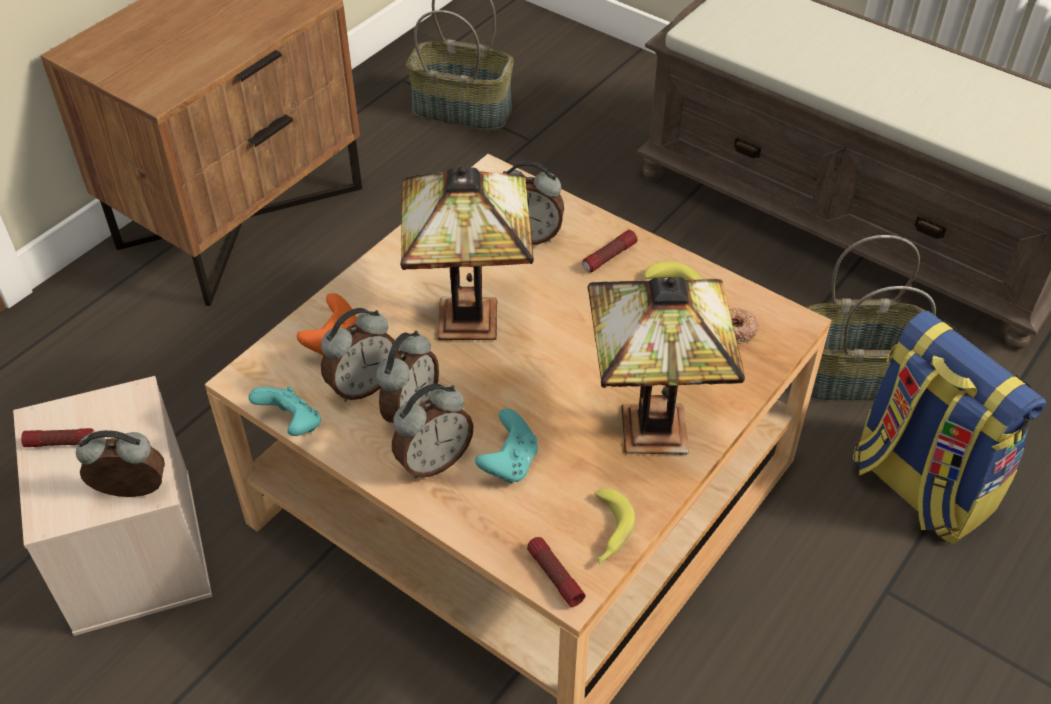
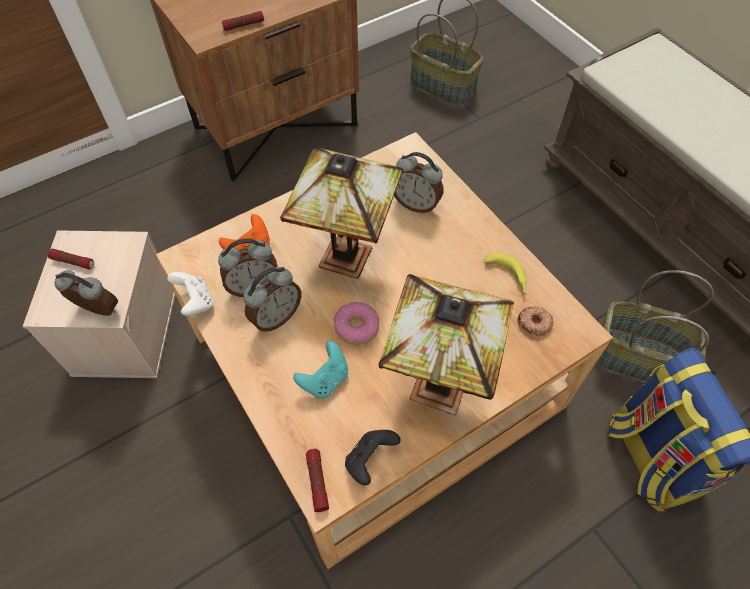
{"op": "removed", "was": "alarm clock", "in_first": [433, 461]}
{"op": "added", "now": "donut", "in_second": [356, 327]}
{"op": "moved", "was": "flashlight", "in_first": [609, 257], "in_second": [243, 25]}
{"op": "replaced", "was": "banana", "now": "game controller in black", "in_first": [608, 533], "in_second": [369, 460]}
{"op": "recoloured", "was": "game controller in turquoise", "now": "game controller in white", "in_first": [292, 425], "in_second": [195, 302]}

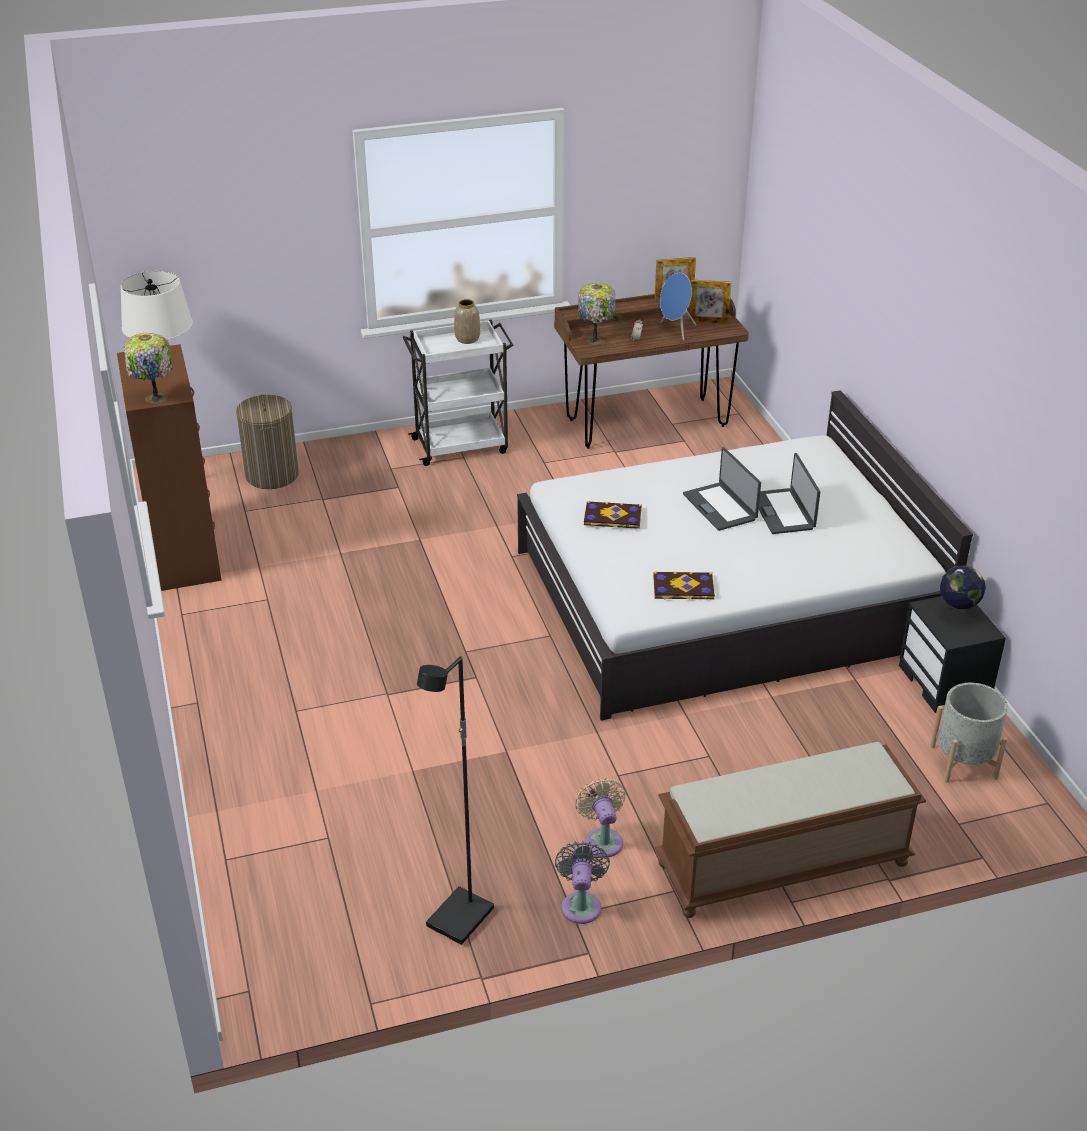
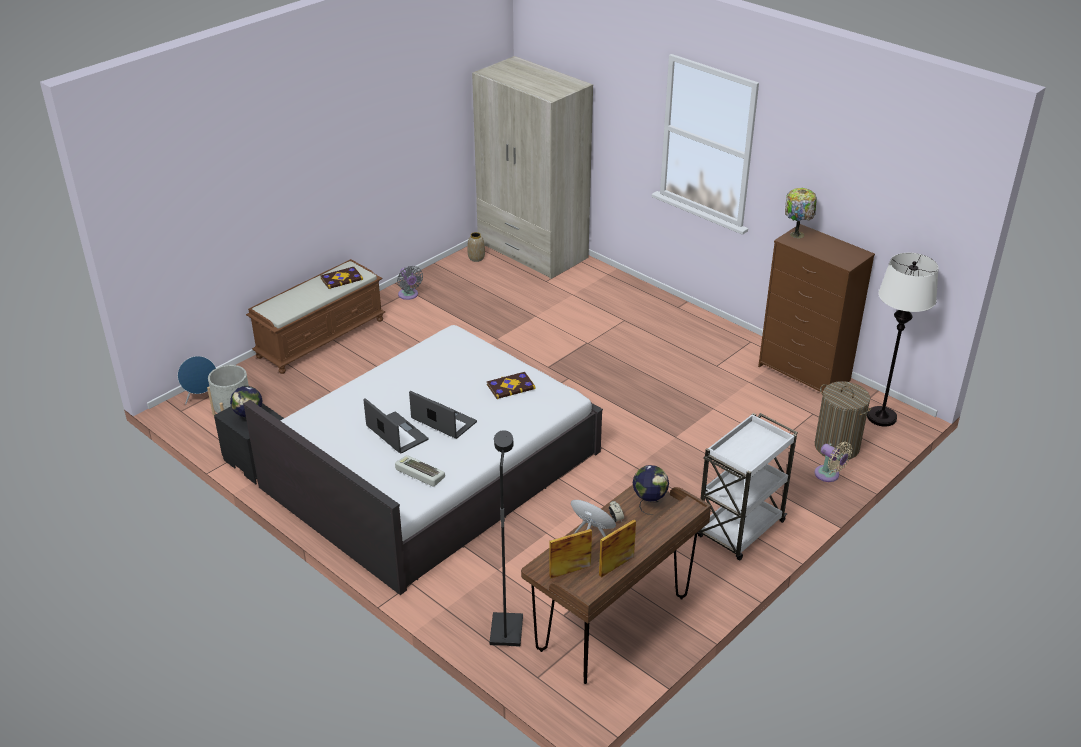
{"op": "added", "now": "speaker in blue", "in_second": [202, 398]}
{"op": "added", "now": "keyboard", "in_second": [419, 474]}
{"op": "added", "now": "wardrobe in beige", "in_second": [532, 251]}
{"op": "moved", "was": "floor lamp in black", "in_first": [461, 919], "in_second": [505, 630]}
{"op": "moved", "was": "vase", "in_first": [467, 339], "in_second": [476, 258]}
{"op": "moved", "was": "fan in beige", "in_first": [602, 840], "in_second": [829, 475]}
{"op": "moved", "was": "book", "in_first": [683, 588], "in_second": [341, 278]}
{"op": "replaced", "was": "table lamp", "now": "globe", "in_first": [596, 340], "in_second": [649, 504]}

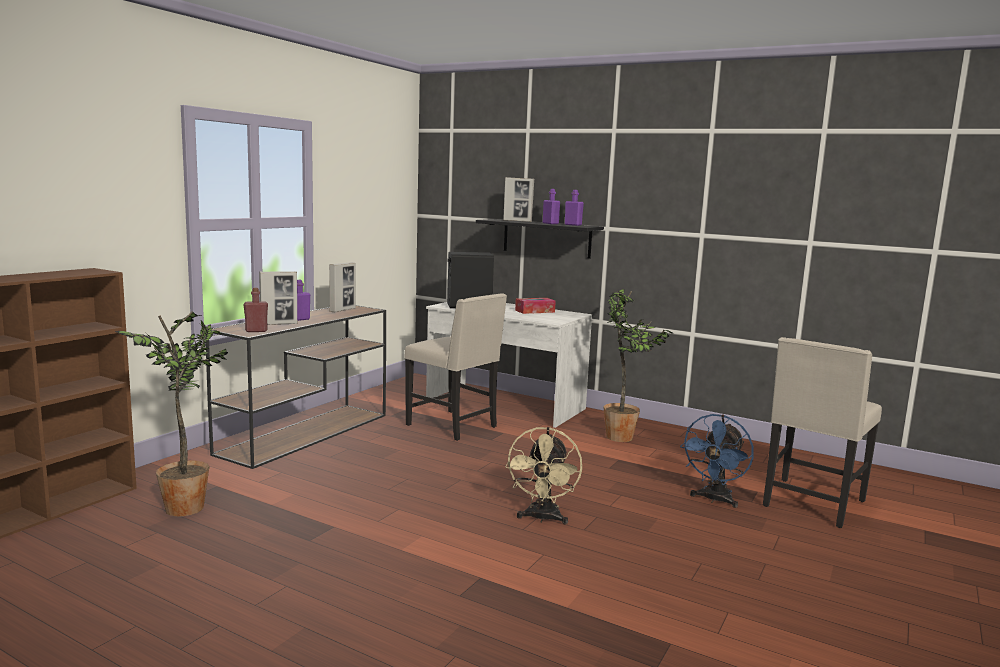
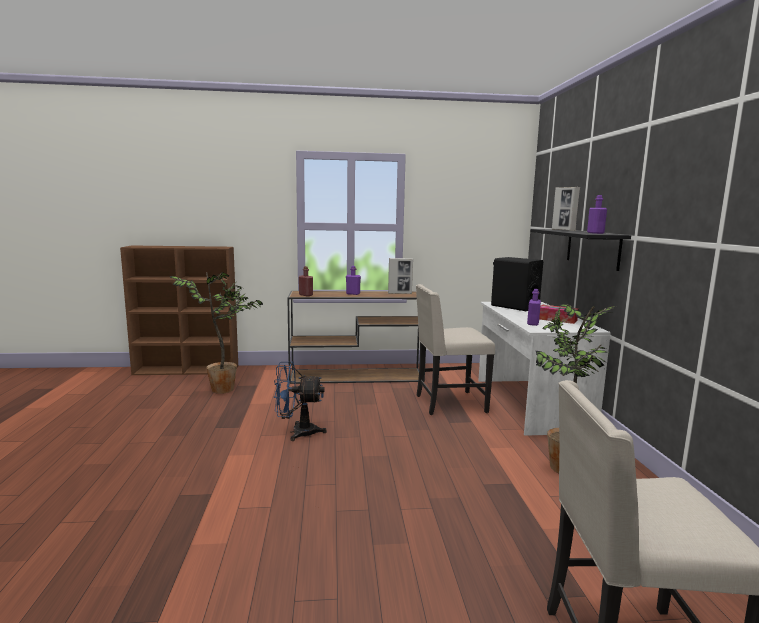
{"op": "removed", "was": "picture frame", "in_first": [279, 324]}
{"op": "removed", "was": "fan in beige", "in_first": [542, 518]}
{"op": "moved", "was": "bottle in purple", "in_first": [550, 223], "in_second": [533, 323]}
{"op": "moved", "was": "fan in blue", "in_first": [714, 500], "in_second": [297, 432]}
{"op": "turned", "was": "chair in beige", "in_first": [454, 426], "in_second": [449, 403], "clockwise": 75}

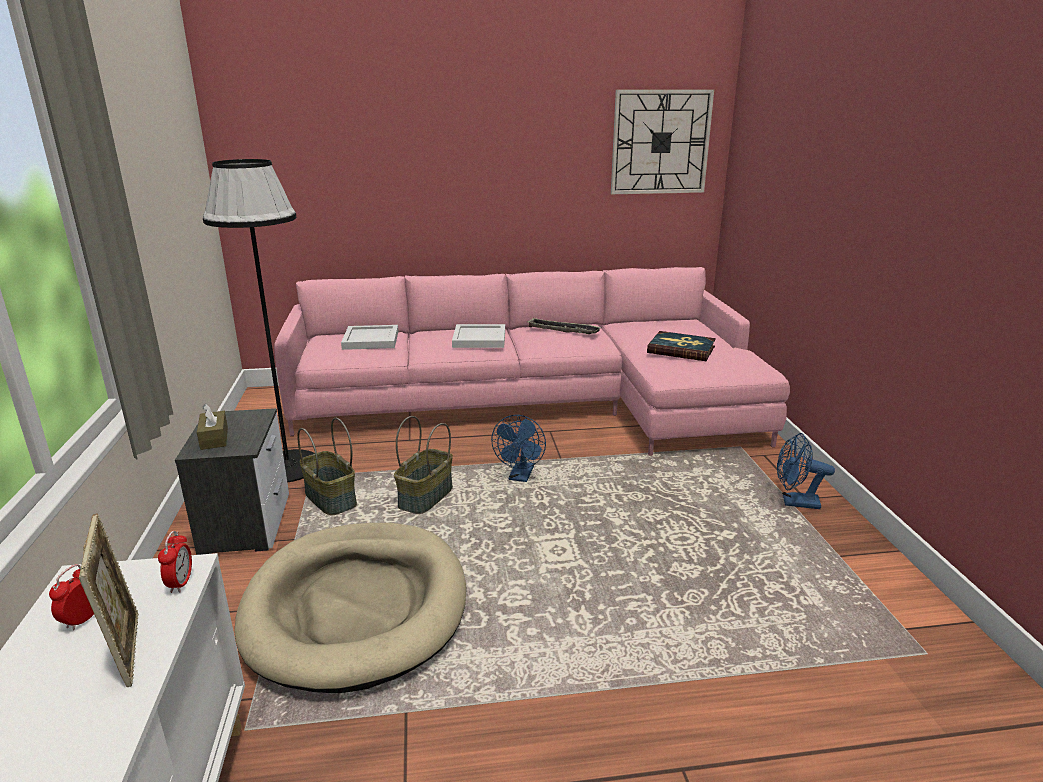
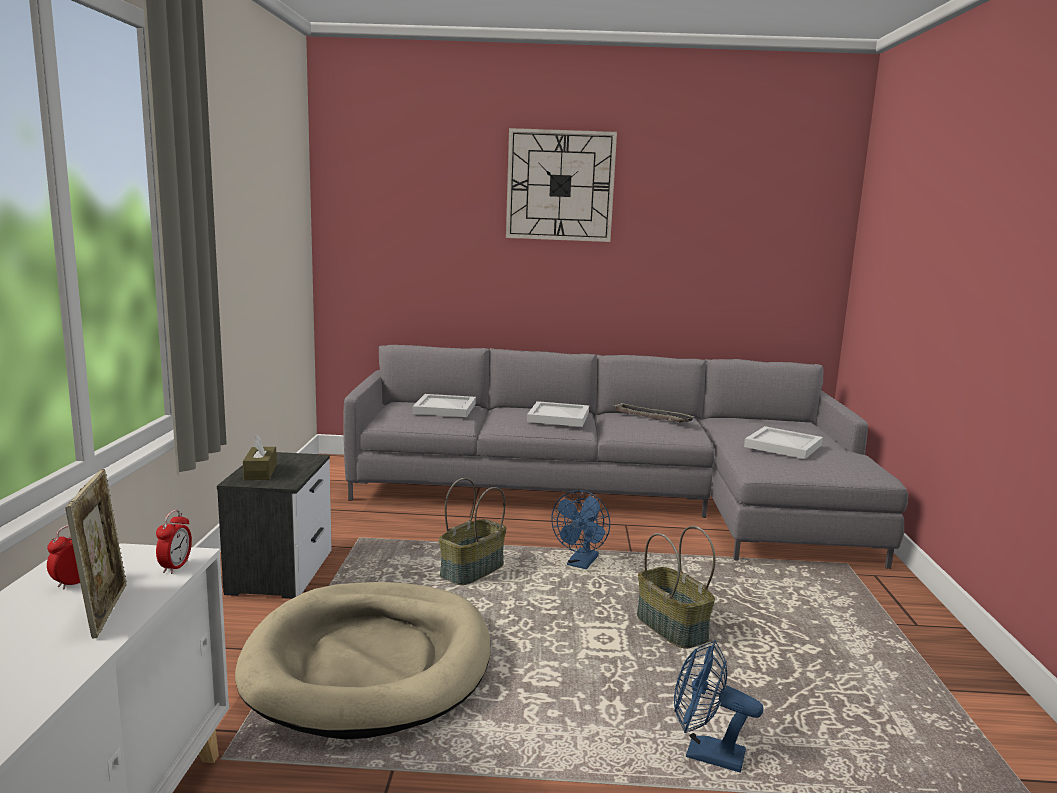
{"op": "removed", "was": "floor lamp in black", "in_first": [288, 466]}
{"op": "moved", "was": "basket", "in_first": [329, 499], "in_second": [670, 628]}
{"op": "moved", "was": "wall clock", "in_first": [660, 142], "in_second": [560, 185]}
{"op": "moved", "was": "fan in blue", "in_first": [794, 502], "in_second": [705, 754]}
{"op": "replaced", "was": "book", "now": "tray in white", "in_first": [681, 349], "in_second": [782, 445]}
{"op": "recoloured", "was": "sofa in pink", "now": "sofa in grey", "in_first": [541, 404], "in_second": [622, 499]}

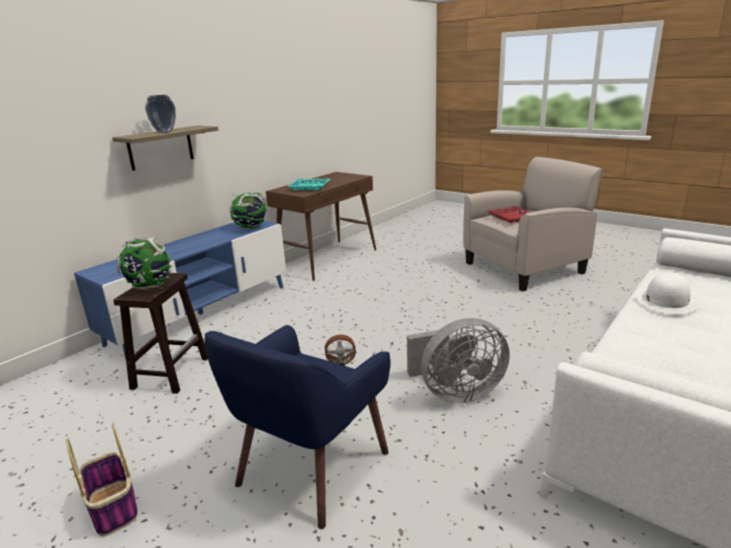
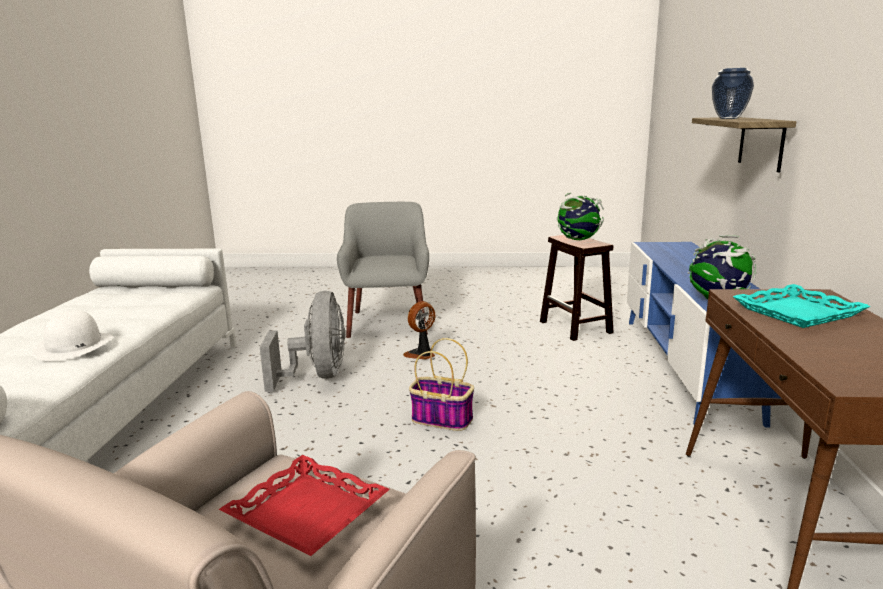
{"op": "moved", "was": "basket", "in_first": [114, 508], "in_second": [440, 419]}
{"op": "recoloured", "was": "armchair in blue", "now": "armchair in grey", "in_first": [311, 468], "in_second": [388, 322]}
{"op": "turned", "was": "fan in grey", "in_first": [456, 393], "in_second": [317, 376], "clockwise": 135}

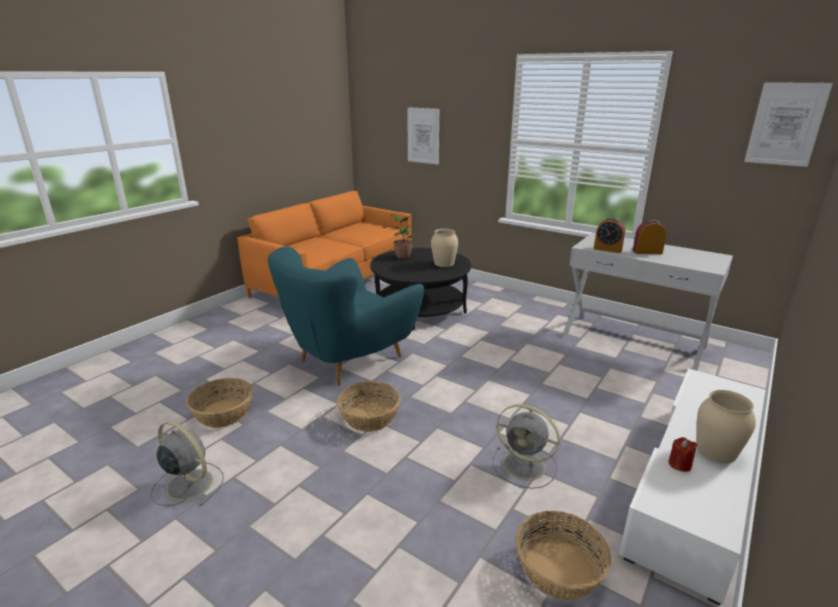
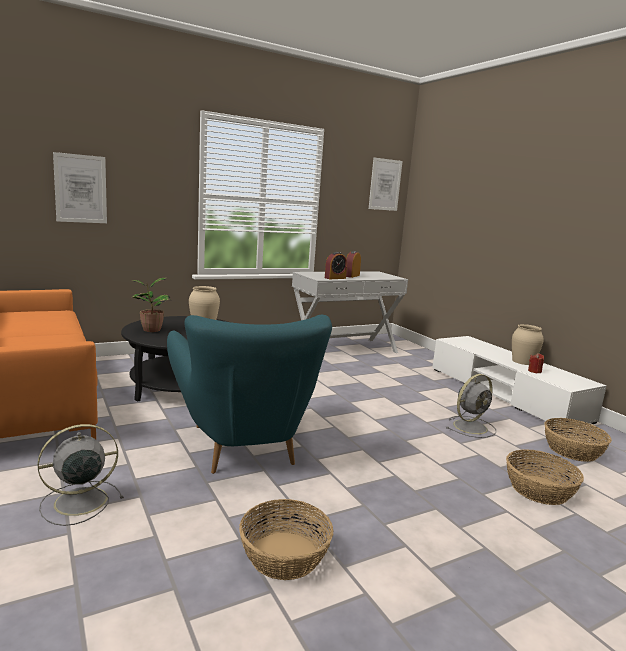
{"op": "moved", "was": "fan in grey", "in_first": [188, 484], "in_second": [78, 502]}
{"op": "moved", "was": "basket", "in_first": [370, 417], "in_second": [539, 489]}

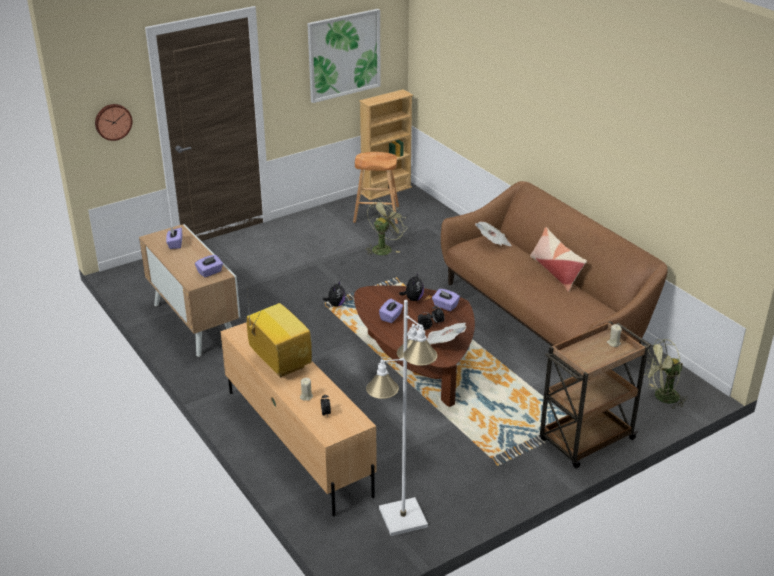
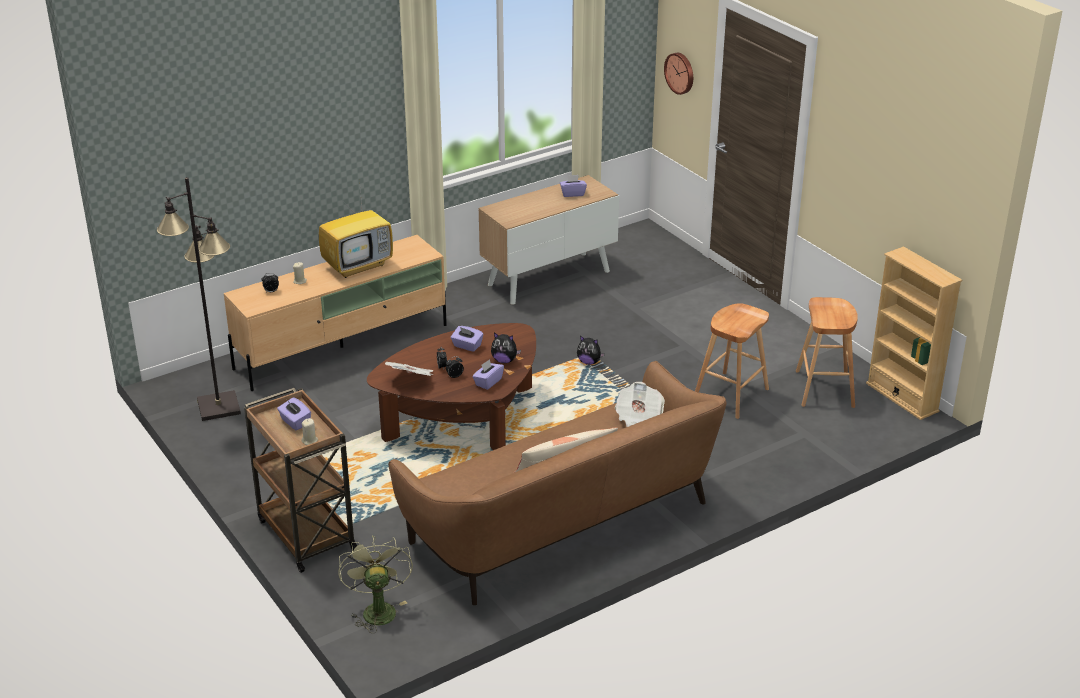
{"op": "removed", "was": "picture", "in_first": [344, 55]}
{"op": "moved", "was": "tissue box in purple", "in_first": [210, 272], "in_second": [295, 422]}
{"op": "replaced", "was": "fan in green", "now": "stool in brown", "in_first": [383, 248], "in_second": [730, 395]}
{"op": "recoloured", "was": "floor lamp in white", "now": "floor lamp in black", "in_first": [402, 518], "in_second": [218, 407]}

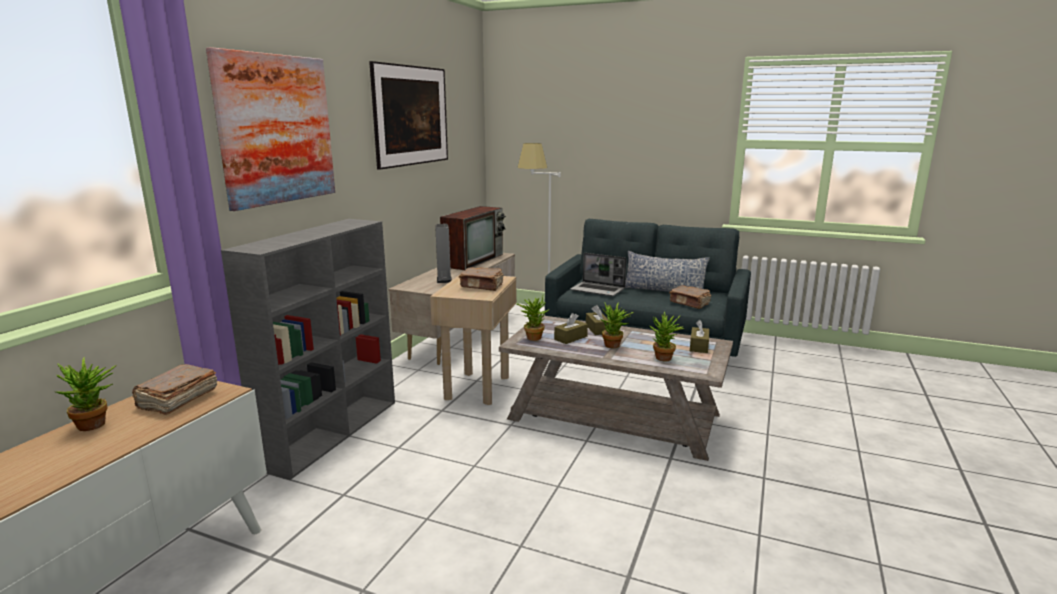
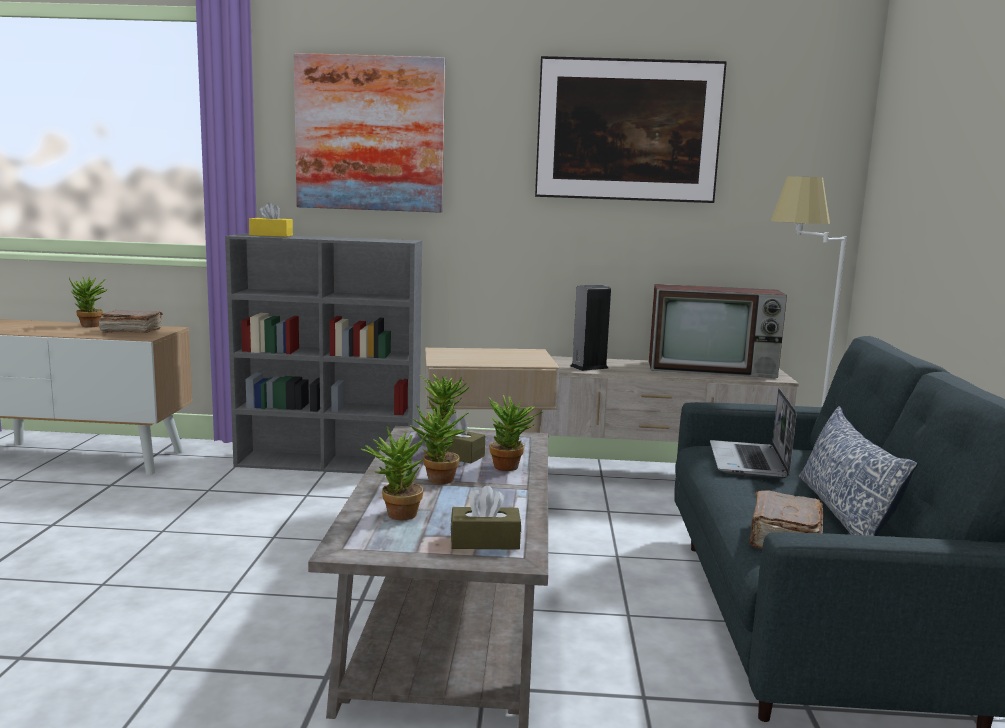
{"op": "removed", "was": "book in brown", "in_first": [482, 286]}
{"op": "added", "now": "tissue box in yellow", "in_second": [271, 235]}
{"op": "replaced", "was": "tissue box in brown", "now": "potted plant", "in_first": [597, 329], "in_second": [511, 467]}

